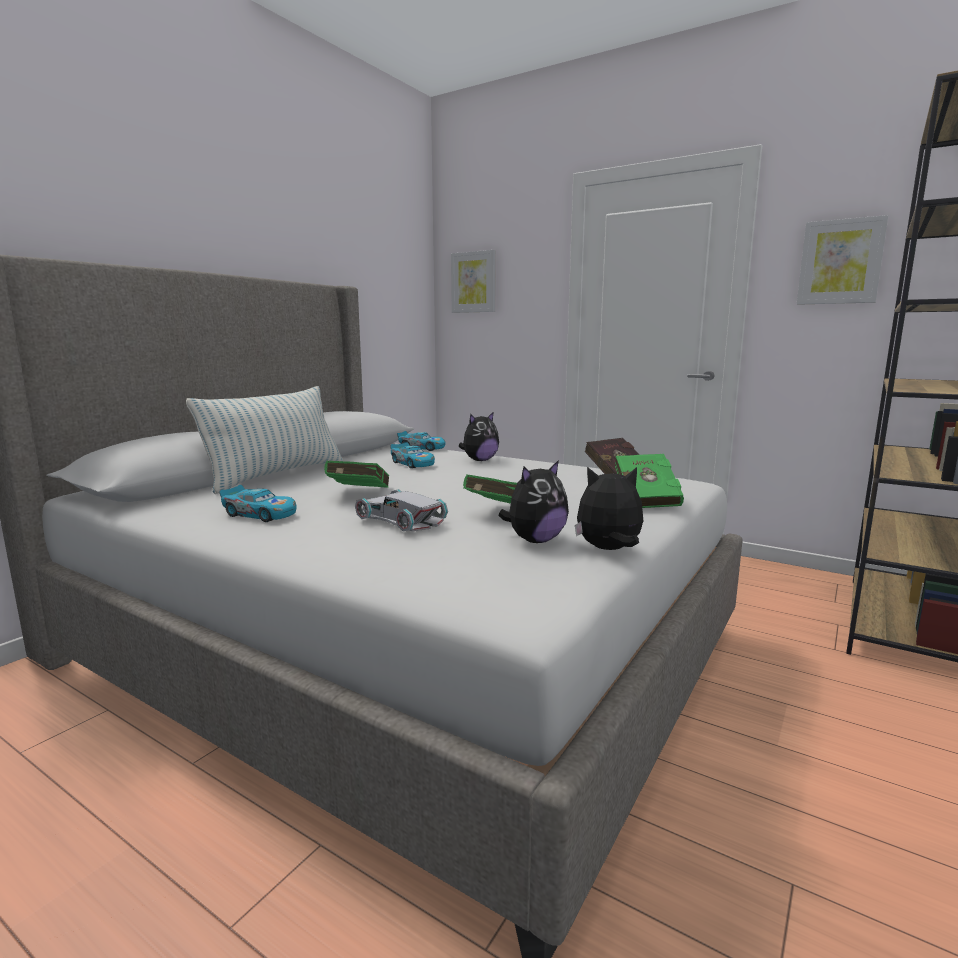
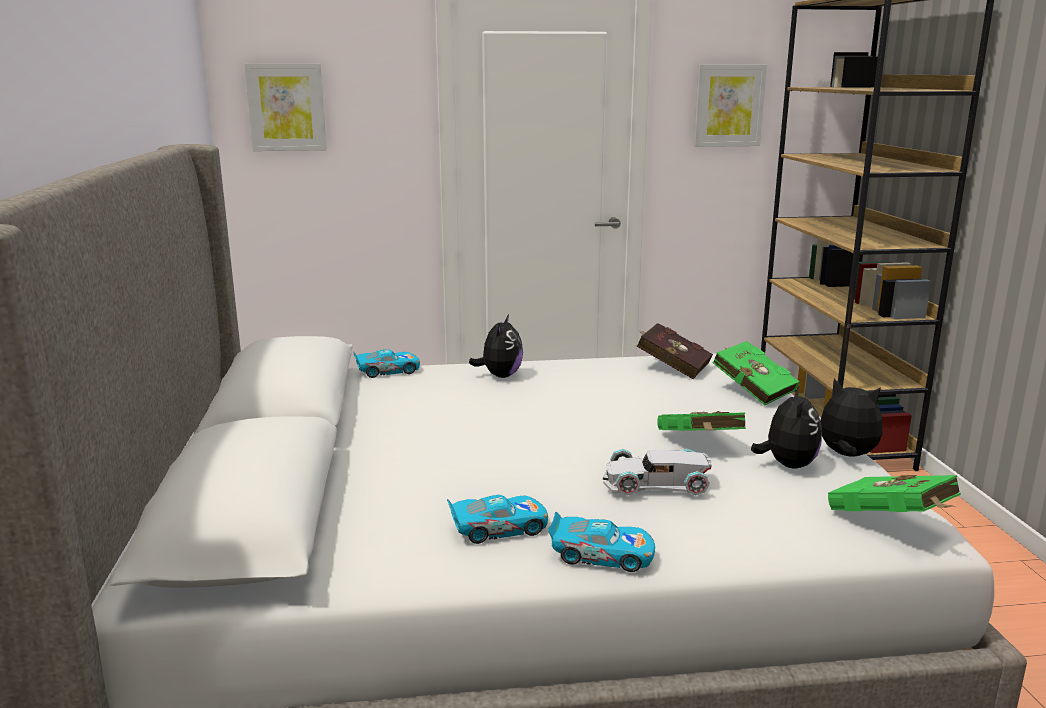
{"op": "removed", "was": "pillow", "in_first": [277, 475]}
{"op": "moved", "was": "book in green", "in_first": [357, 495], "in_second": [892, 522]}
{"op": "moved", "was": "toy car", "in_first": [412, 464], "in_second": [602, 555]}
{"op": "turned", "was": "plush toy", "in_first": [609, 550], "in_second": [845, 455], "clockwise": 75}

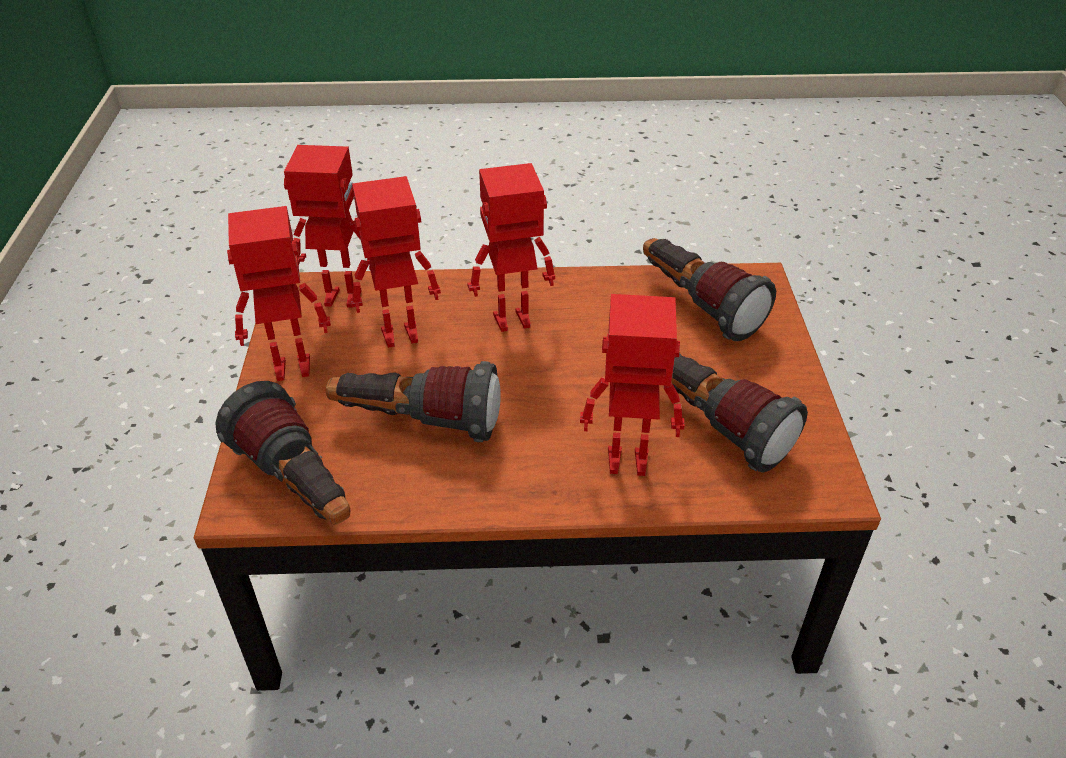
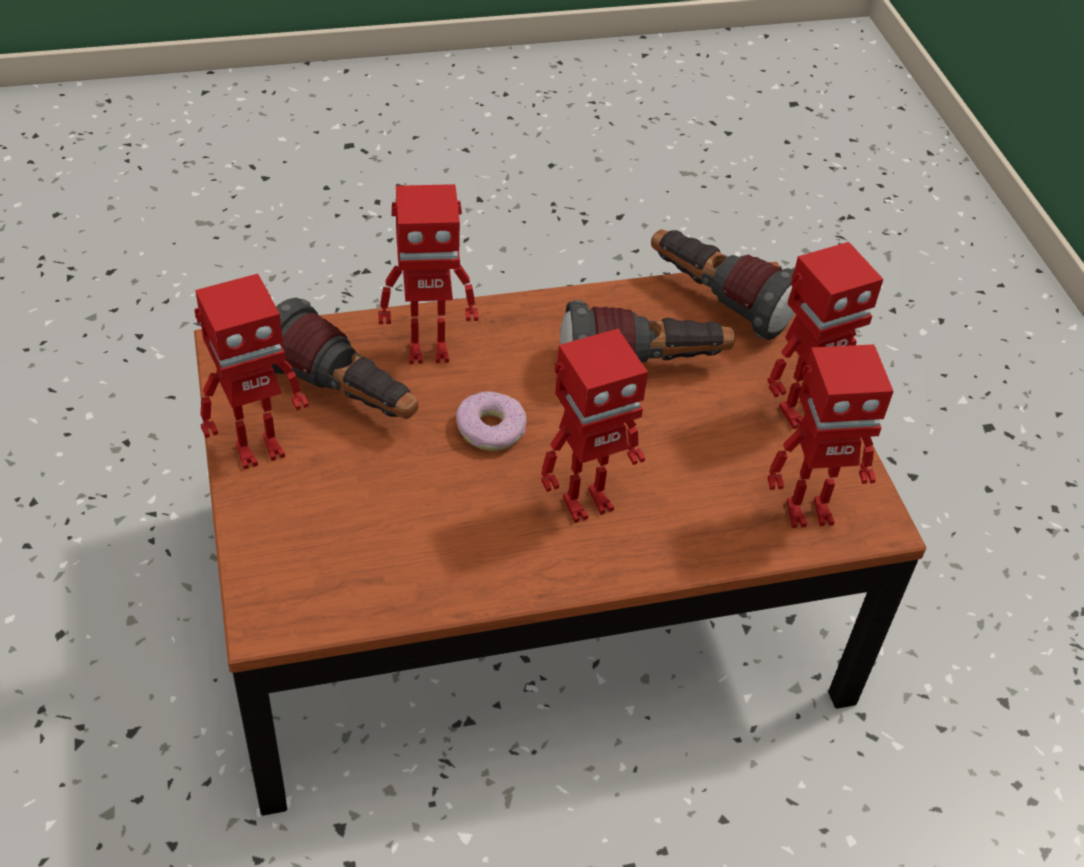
{"op": "removed", "was": "flashlight", "in_first": [696, 306]}
{"op": "added", "now": "donut", "in_second": [491, 428]}
{"op": "moved", "was": "toy robot", "in_first": [401, 337], "in_second": [258, 449]}

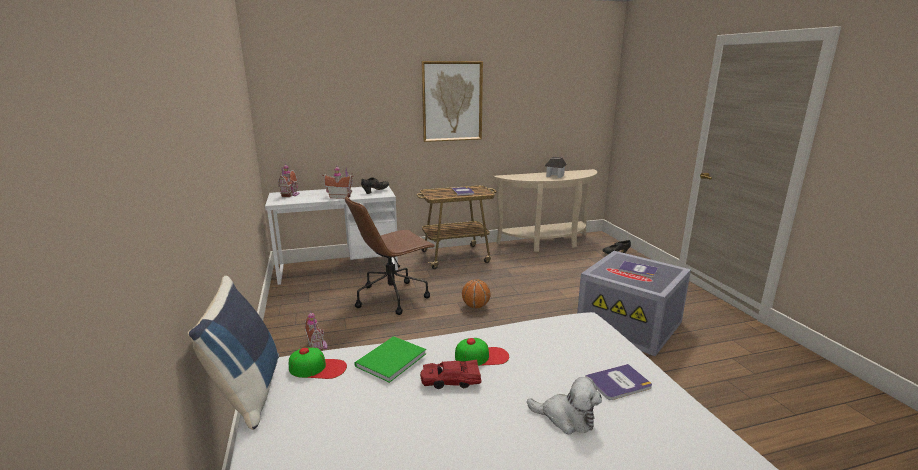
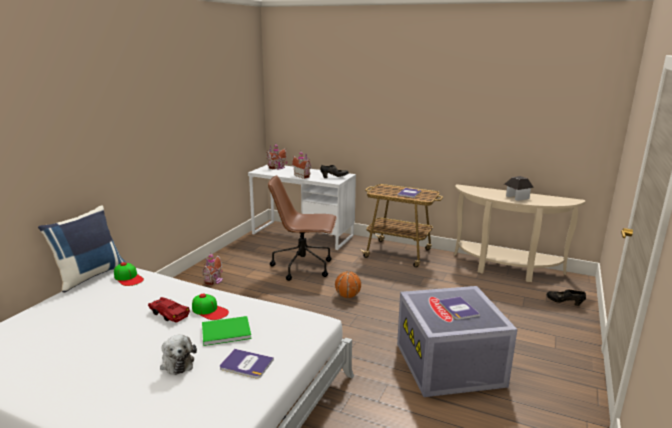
{"op": "removed", "was": "picture", "in_first": [452, 101]}
{"op": "moved", "was": "book in green", "in_first": [388, 360], "in_second": [224, 331]}

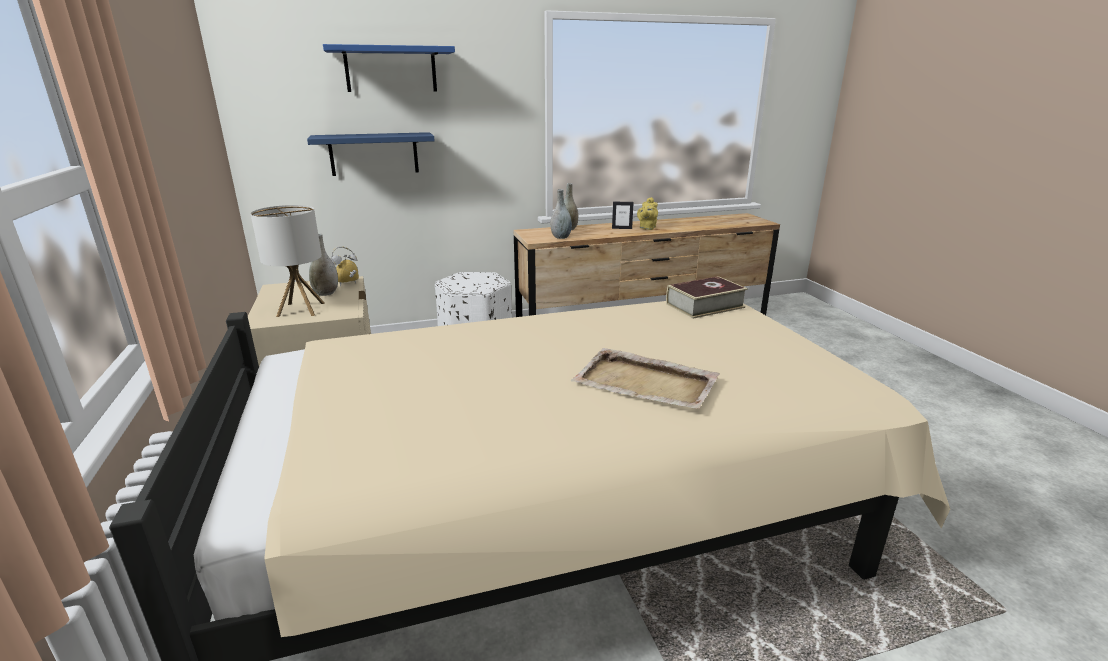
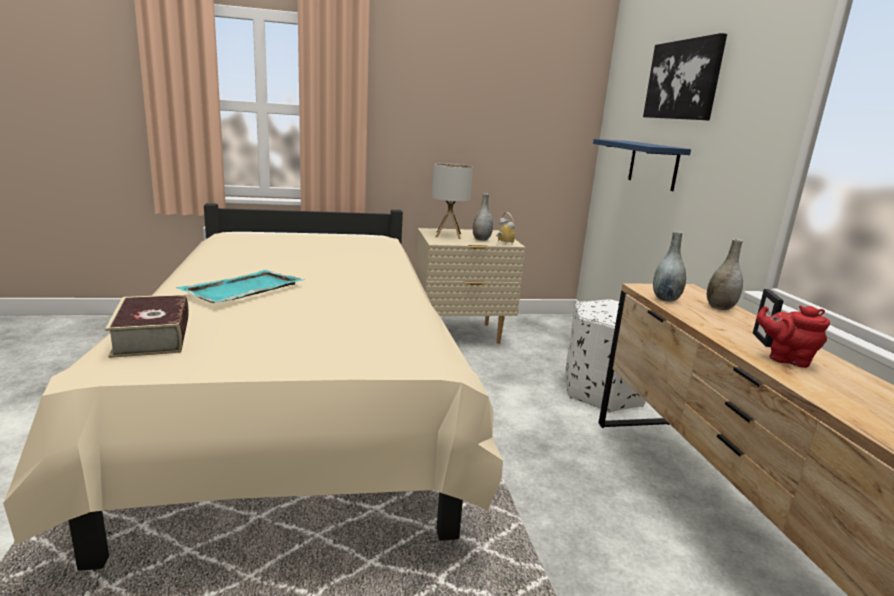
{"op": "moved", "was": "book", "in_first": [704, 305], "in_second": [152, 336]}
{"op": "replaced", "was": "shelf in blue", "now": "picture", "in_first": [391, 69], "in_second": [683, 80]}
{"op": "recoloured", "was": "tray in beige", "now": "tray in turquoise", "in_first": [646, 383], "in_second": [242, 290]}
{"op": "recoloured", "was": "teapot in yellow", "now": "teapot in red", "in_first": [647, 228], "in_second": [786, 359]}

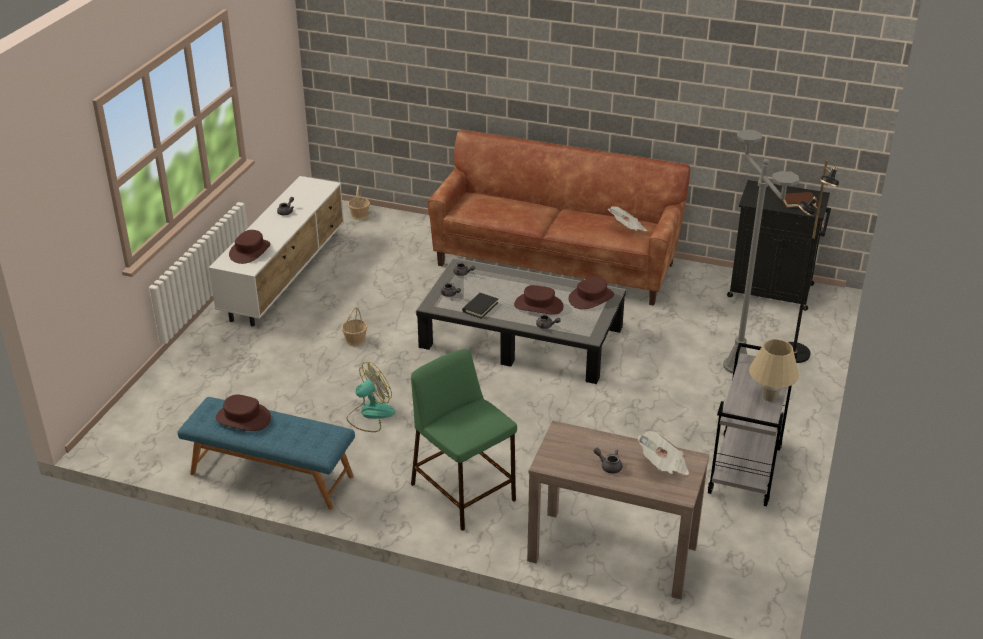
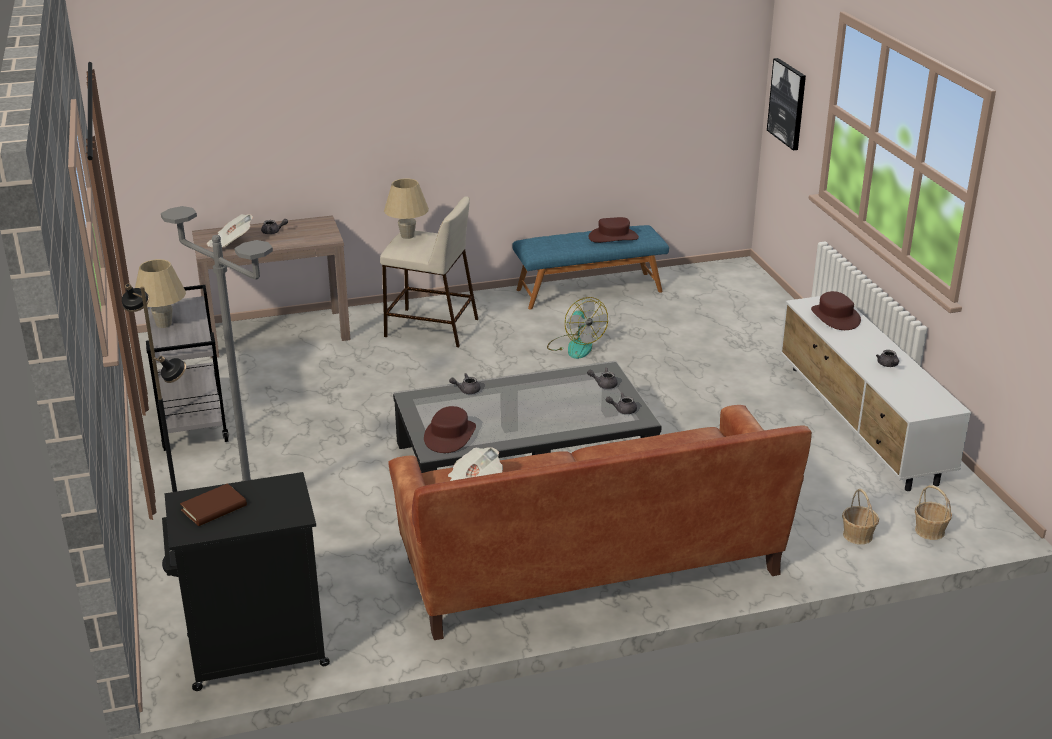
{"op": "removed", "was": "book in black", "in_first": [480, 307]}
{"op": "removed", "was": "hat in brown", "in_first": [538, 305]}
{"op": "added", "now": "table lamp in beige", "in_second": [407, 236]}
{"op": "added", "now": "picture", "in_second": [787, 103]}
{"op": "moved", "was": "basket", "in_first": [355, 340], "in_second": [857, 535]}
{"op": "recoloured", "was": "stool in green", "now": "stool in beige", "in_first": [464, 493], "in_second": [430, 327]}
{"op": "turned", "was": "fan", "in_first": [370, 414], "in_second": [575, 346], "clockwise": -45}

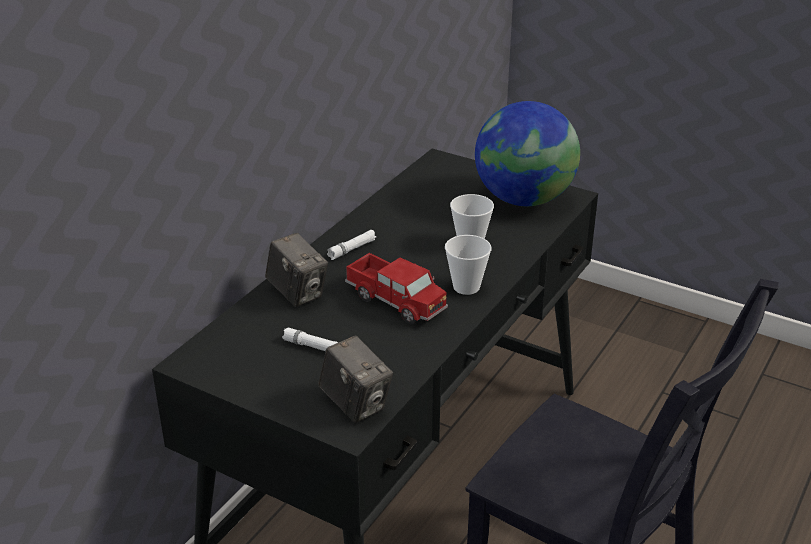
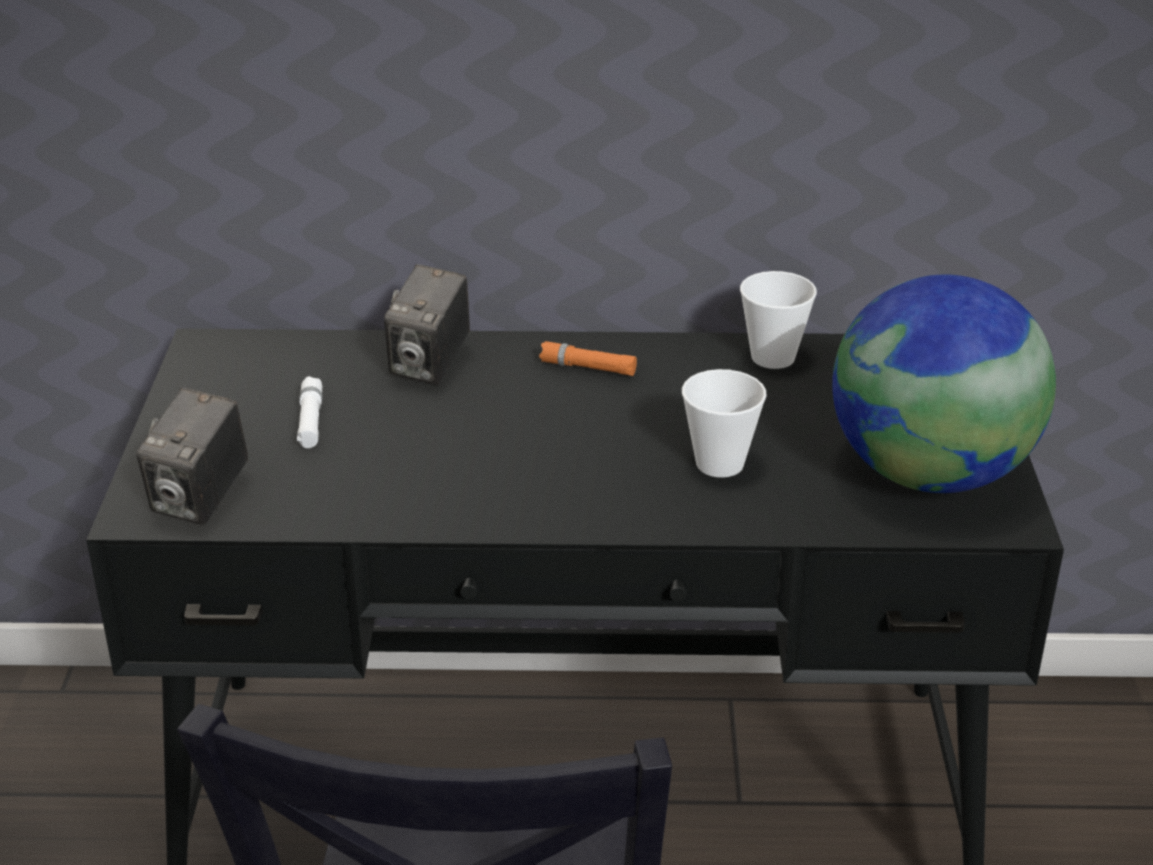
{"op": "removed", "was": "toy truck", "in_first": [396, 301]}
{"op": "moved", "was": "cup", "in_first": [466, 287], "in_second": [773, 357]}
{"op": "recoloured", "was": "flashlight in white", "now": "flashlight in orange", "in_first": [352, 249], "in_second": [587, 367]}

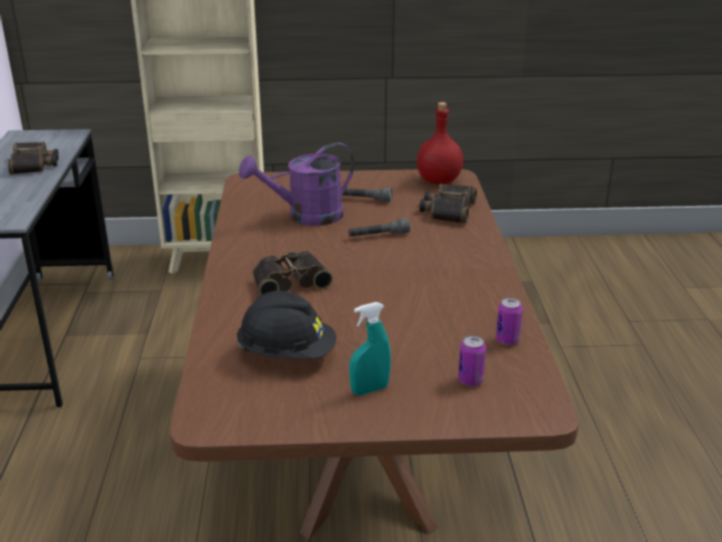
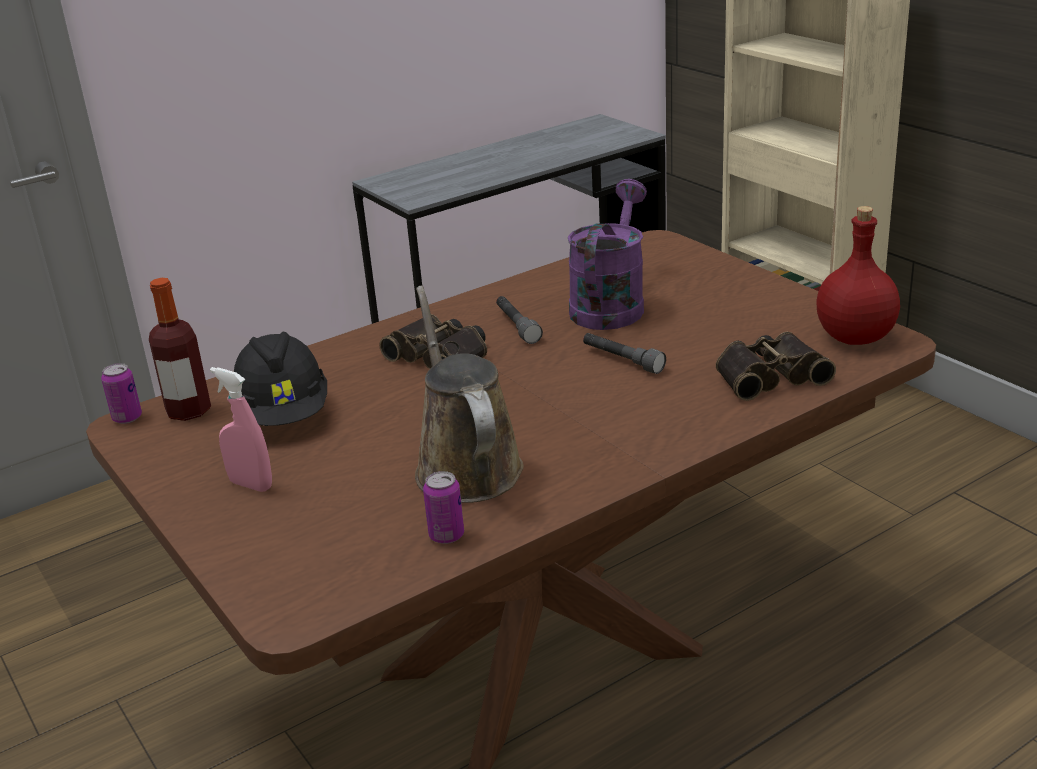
{"op": "removed", "was": "binoculars", "in_first": [34, 164]}
{"op": "added", "now": "bottle", "in_second": [189, 411]}
{"op": "added", "now": "watering can in brown", "in_second": [465, 466]}
{"op": "moved", "was": "flashlight in grey", "in_first": [363, 199], "in_second": [517, 326]}
{"op": "moved", "was": "can", "in_first": [470, 380], "in_second": [127, 418]}
{"op": "recoloured", "was": "spray bottle in turquoise", "now": "spray bottle in pink", "in_first": [369, 390], "in_second": [251, 485]}
{"op": "turned", "was": "watering can in purple", "in_first": [306, 217], "in_second": [610, 305], "clockwise": 75}

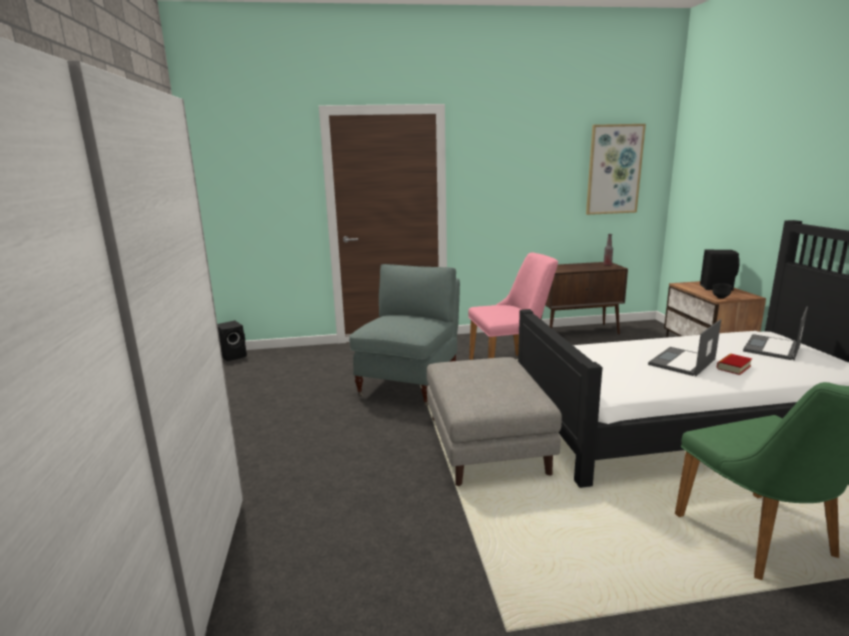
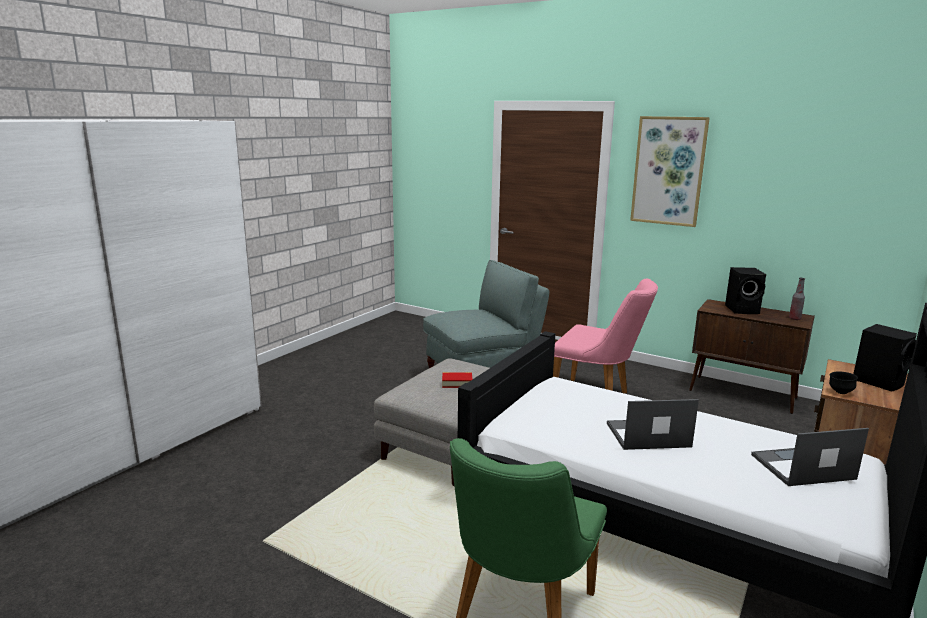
{"op": "moved", "was": "speaker in black", "in_first": [234, 355], "in_second": [743, 310]}
{"op": "moved", "was": "picture", "in_first": [614, 169], "in_second": [668, 171]}
{"op": "moved", "was": "book", "in_first": [733, 367], "in_second": [457, 383]}

